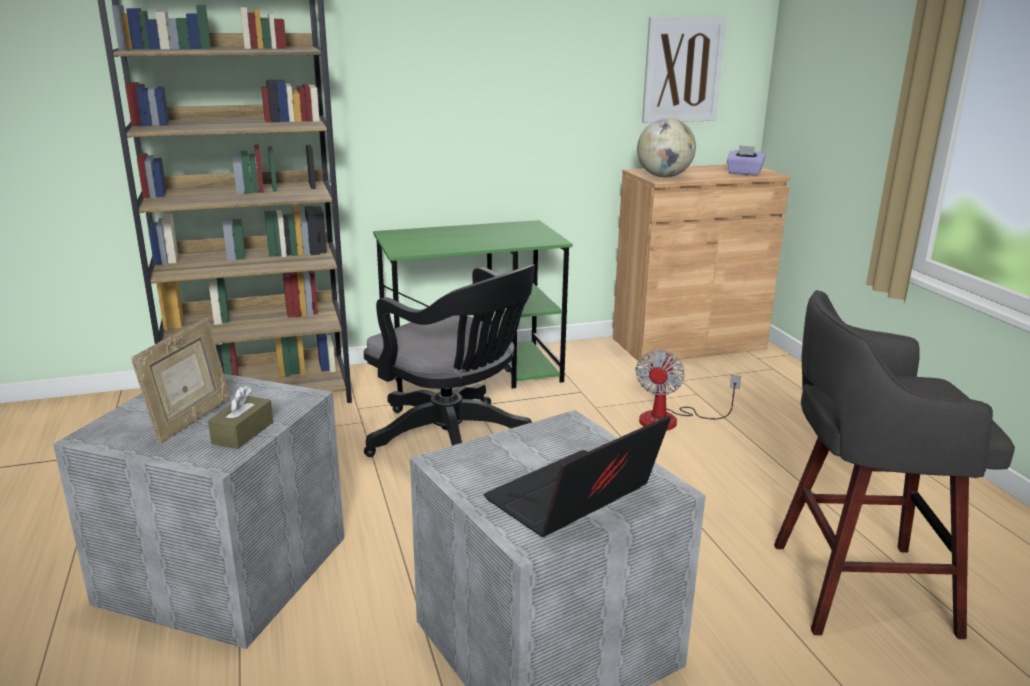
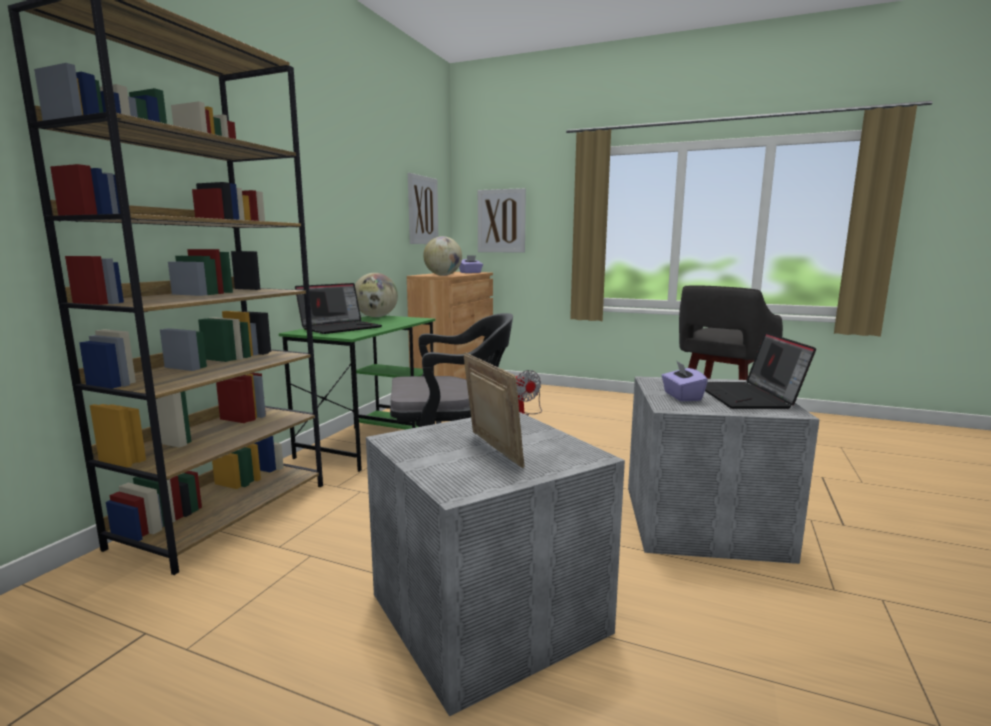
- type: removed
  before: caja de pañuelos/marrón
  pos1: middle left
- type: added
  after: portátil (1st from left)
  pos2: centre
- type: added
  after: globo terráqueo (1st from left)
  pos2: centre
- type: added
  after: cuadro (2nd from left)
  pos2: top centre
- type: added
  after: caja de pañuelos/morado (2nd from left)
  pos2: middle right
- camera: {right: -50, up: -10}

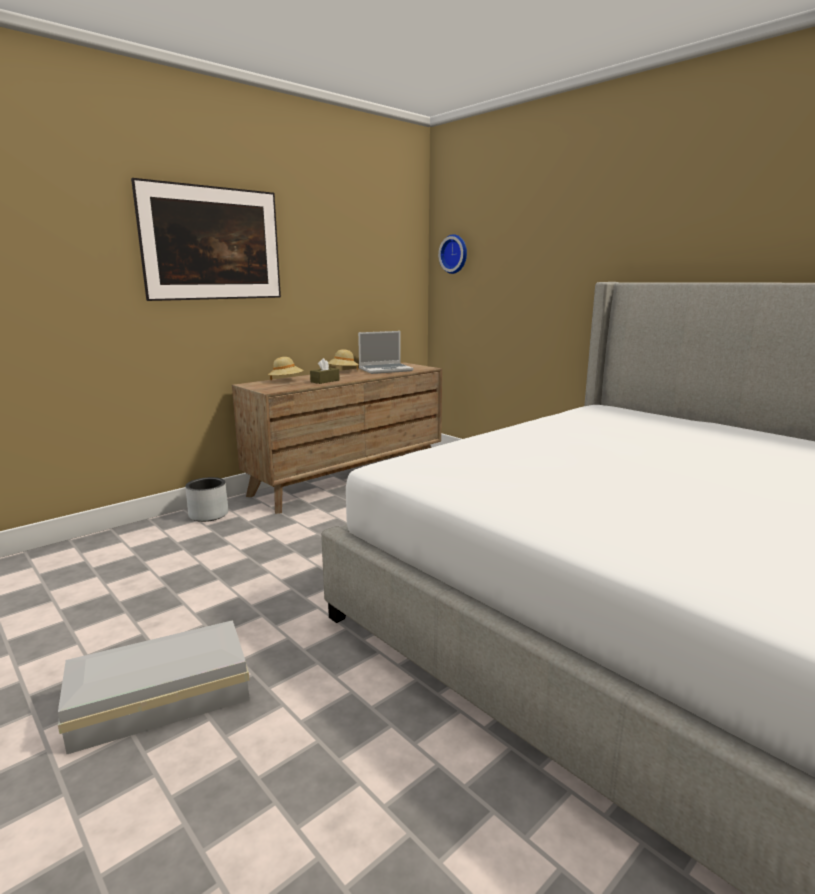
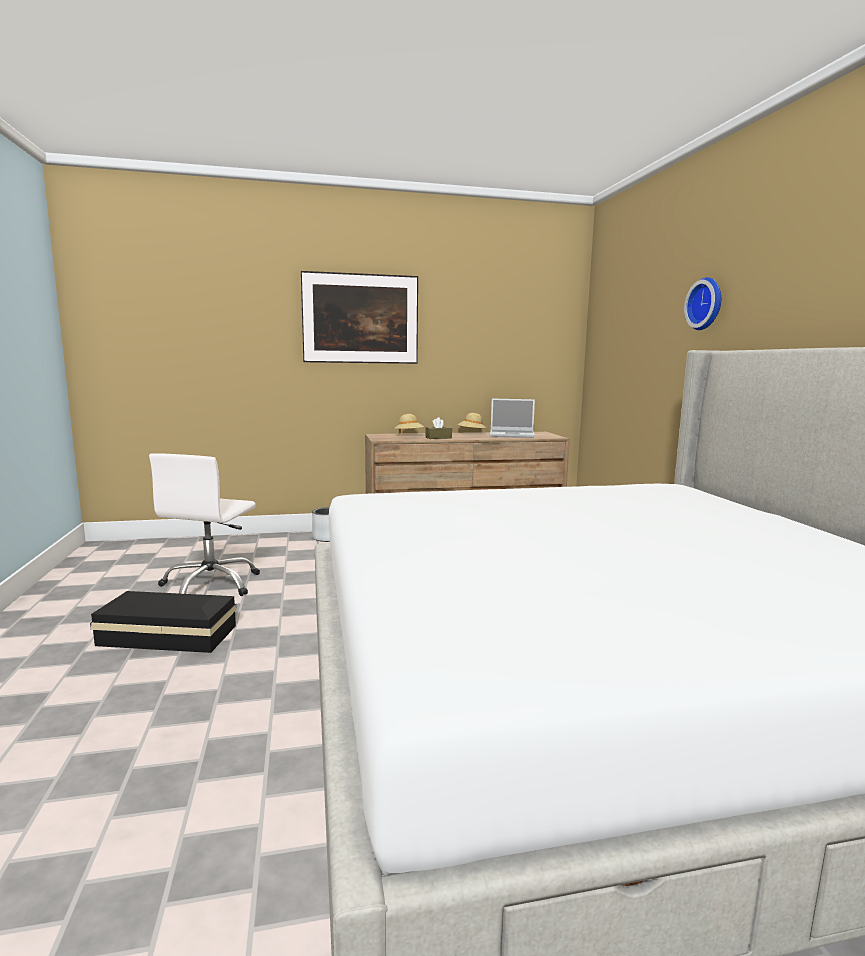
- type: recoloured
  before: caja de almacenaje/blanco
  after: caja de almacenaje/negro
  pos1: bottom left
  pos2: middle left
- type: moved
  before: reloj de pared
  pos1: top centre
  pos2: top right
- type: added
  after: silla de oficina/blanco
  pos2: middle left
- camera: {right: 30, up: -5}

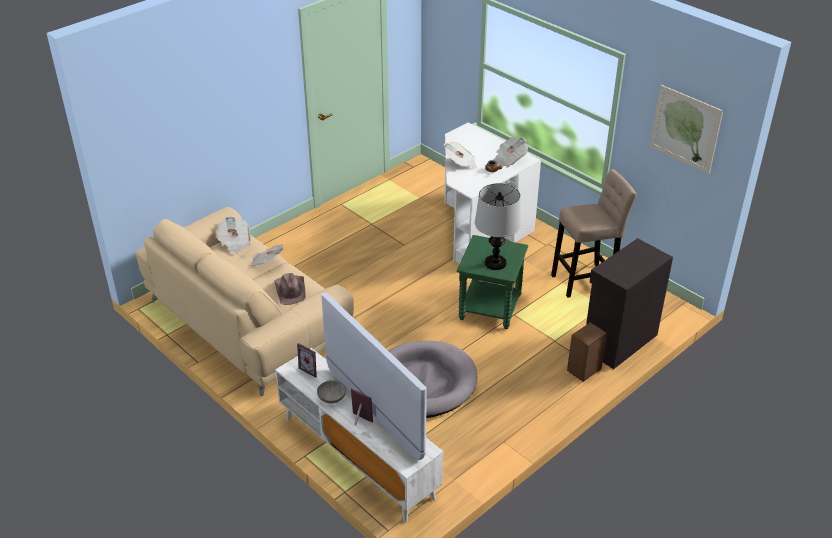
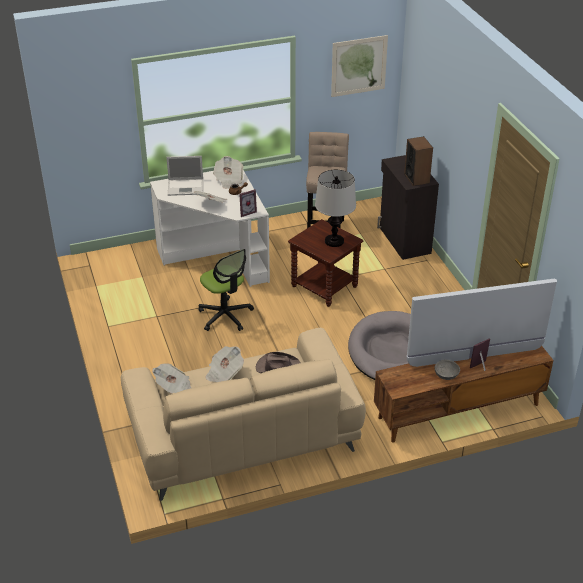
- type: recoloured
  before: mueble de televisión/blanco
  after: mueble de televisión/marrón
  pos1: bottom centre
  pos2: bottom right
- type: moved
  before: portarretratos (1st from left)
  pos1: bottom centre
  pos2: centre
- type: recoloured
  before: mesa auxiliar/verde
  after: mesa auxiliar/marrón
  pos1: centre
  pos2: centre
- type: moved
  before: altavoz
  pos1: middle right
  pos2: top right
- type: added
  after: portátil
  pos2: top left
- type: added
  after: silla de oficina
  pos2: centre
- camera: {right: -65, up: 0}

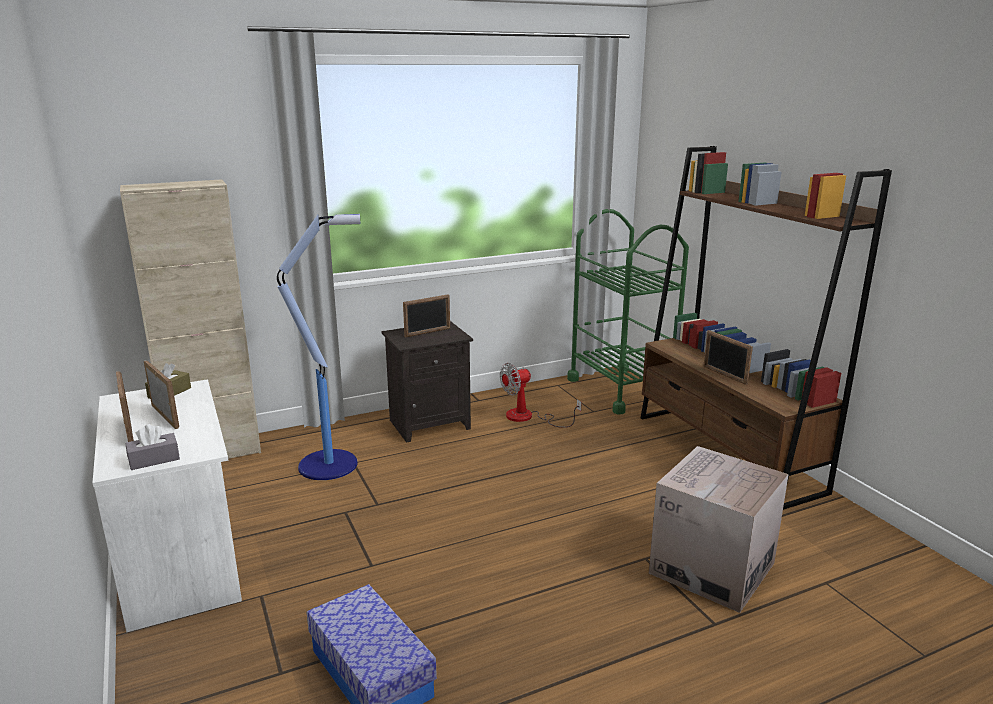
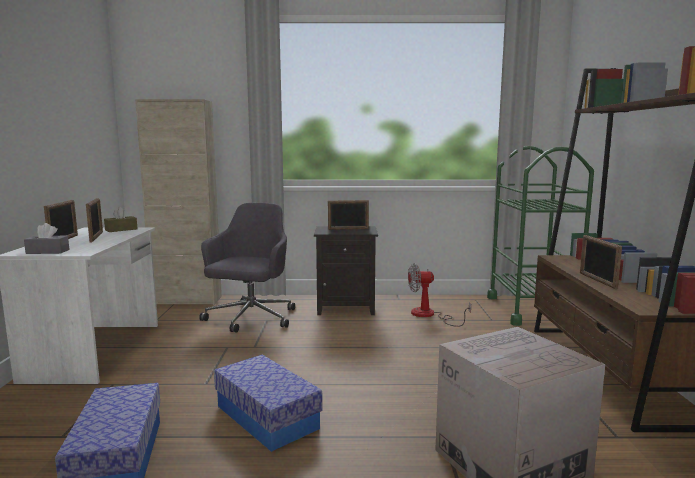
- type: replaced
  before: lámpara de pie
  after: silla de oficina/gris
  pos1: middle left
  pos2: centre
- type: added
  after: caja de almacenaje (2nd from left)
  pos2: bottom centre
- camera: {right: 25, up: -10}

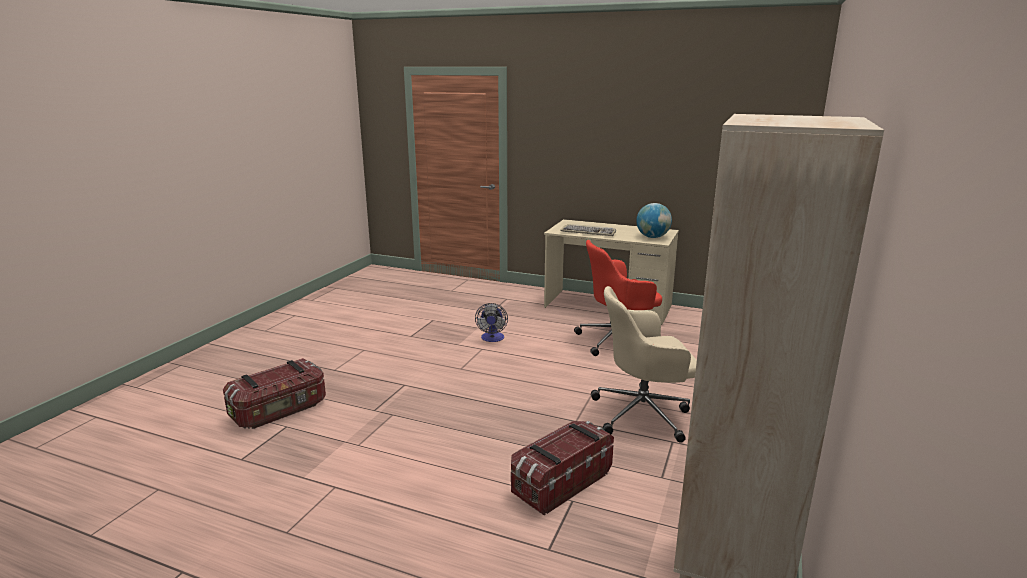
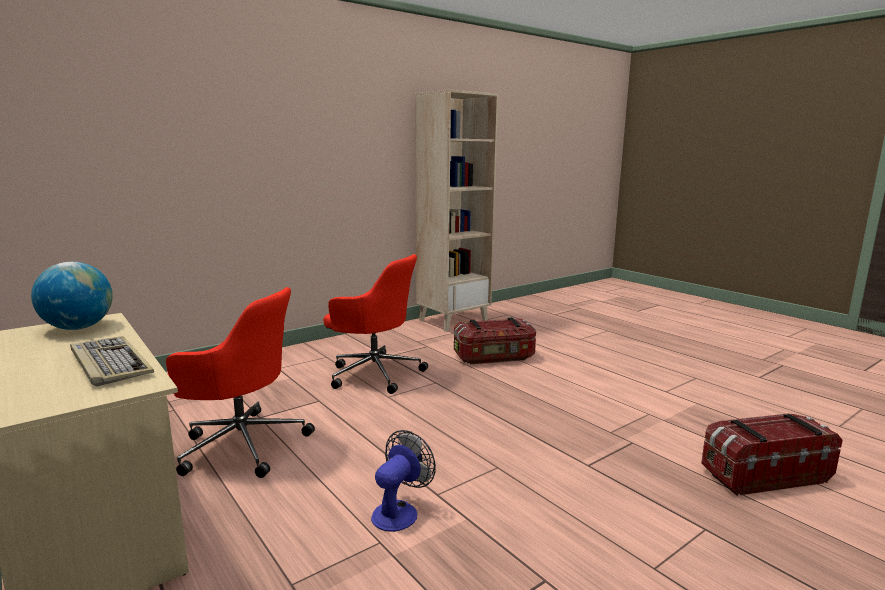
- type: recoloured
  before: silla de oficina/beis
  after: silla de oficina/rojo (2nd from left)
  pos1: centre
  pos2: centre
- camera: {right: -150, up: -5}

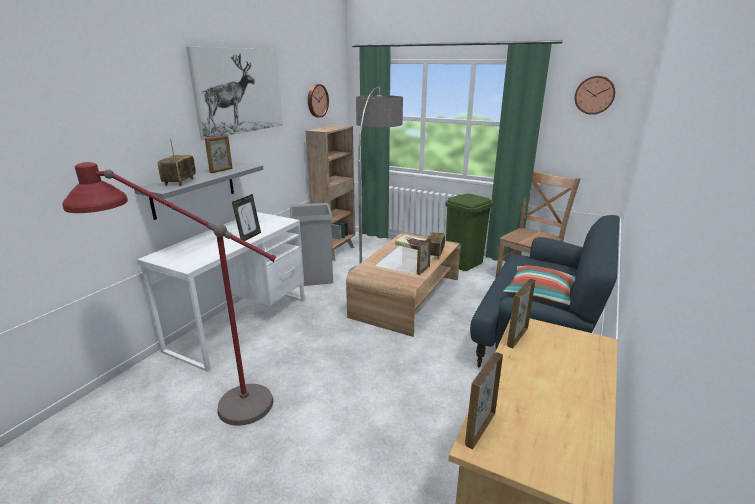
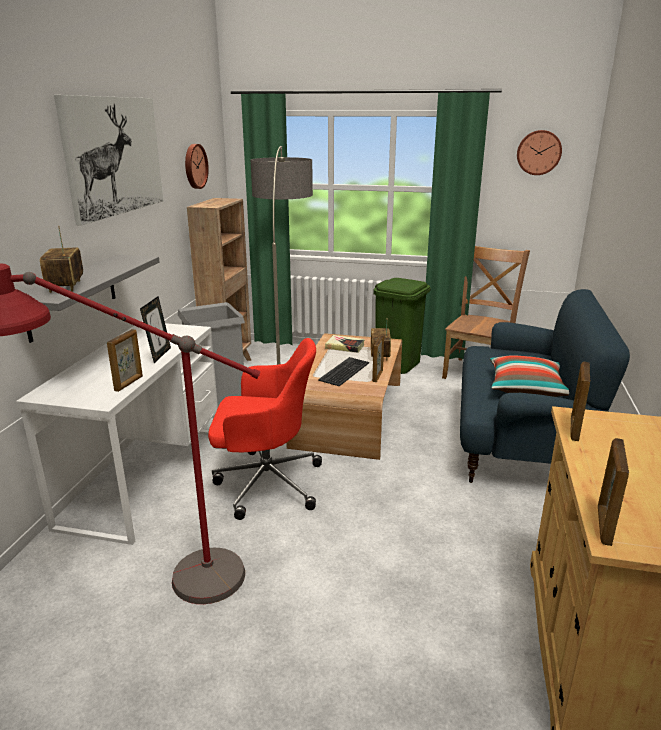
- type: moved
  before: portarretratos (1st from left)
  pos1: top left
  pos2: middle left
- type: added
  after: silla de oficina/rojo
  pos2: centre
- type: added
  after: teclado
  pos2: centre
- camera: {right: -15, up: 0}

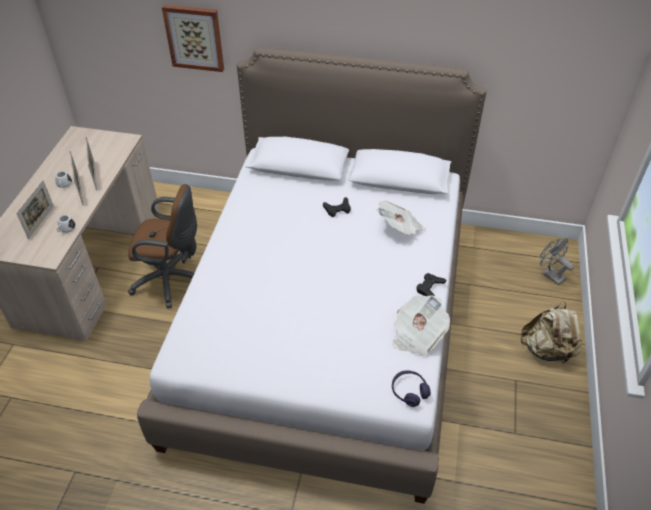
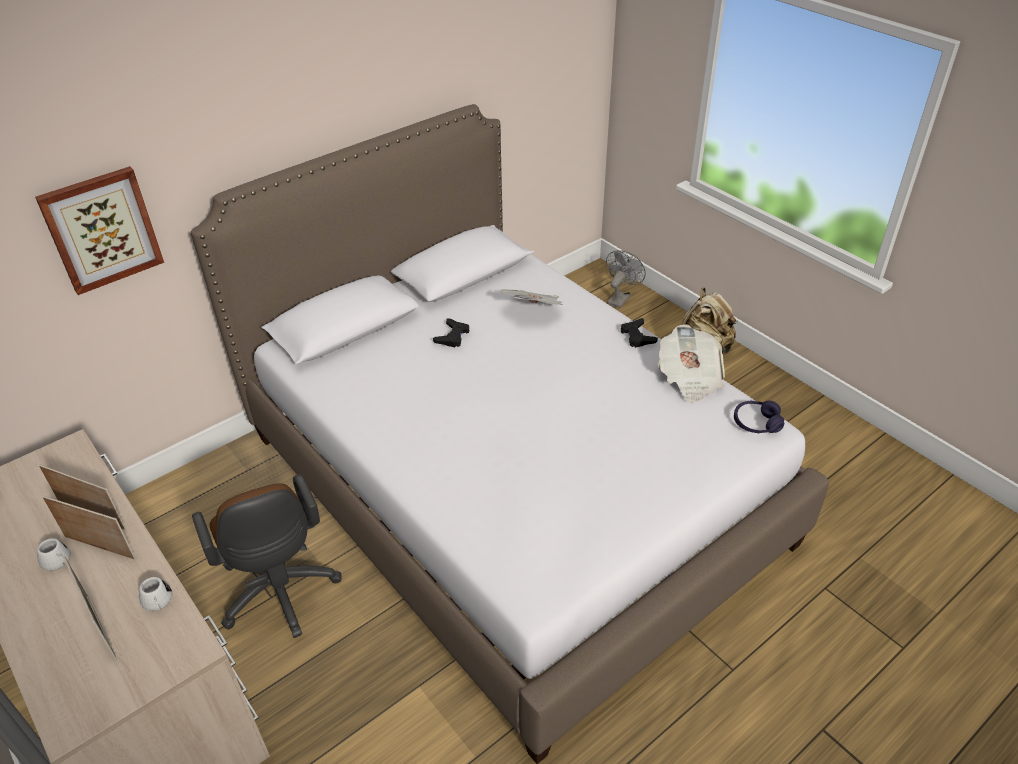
- type: turned
  before: silla de oficina/marrón
  pos1: middle left
  pos2: bottom left
  turn: 105
- type: turned
  before: ventilador/gris
  pos1: middle right
  pos2: centre
  turn: 120
- camera: {right: -50, up: -5}

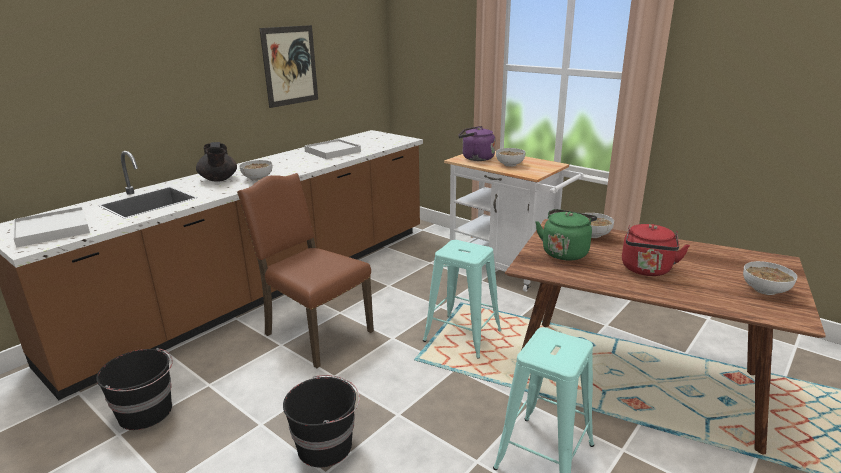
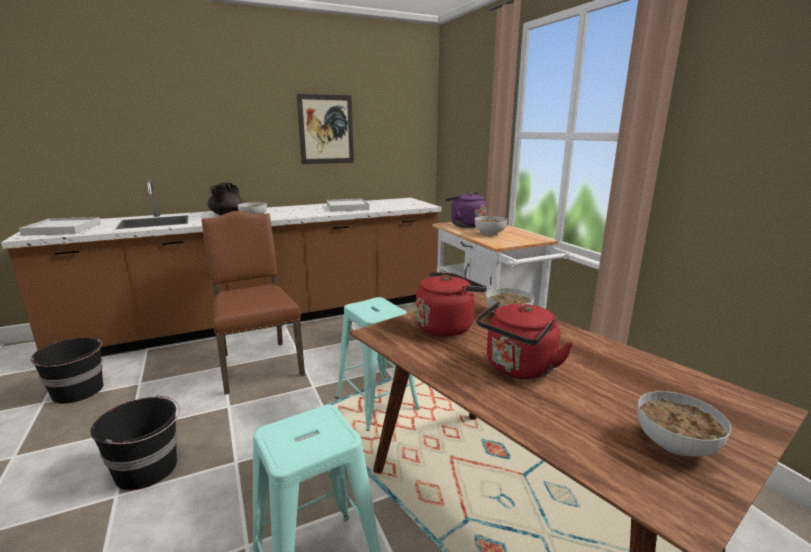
- type: recoloured
  before: hervidor/verde
  after: hervidor/rojo (1st from left)
  pos1: middle right
  pos2: centre
- camera: {right: 25, up: -5}

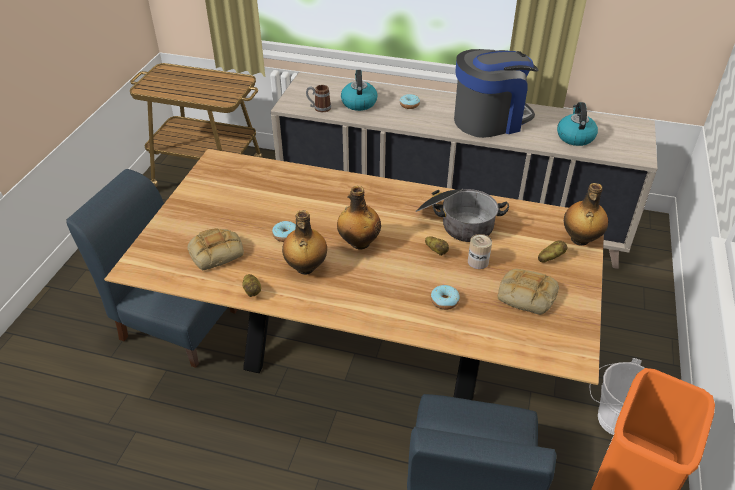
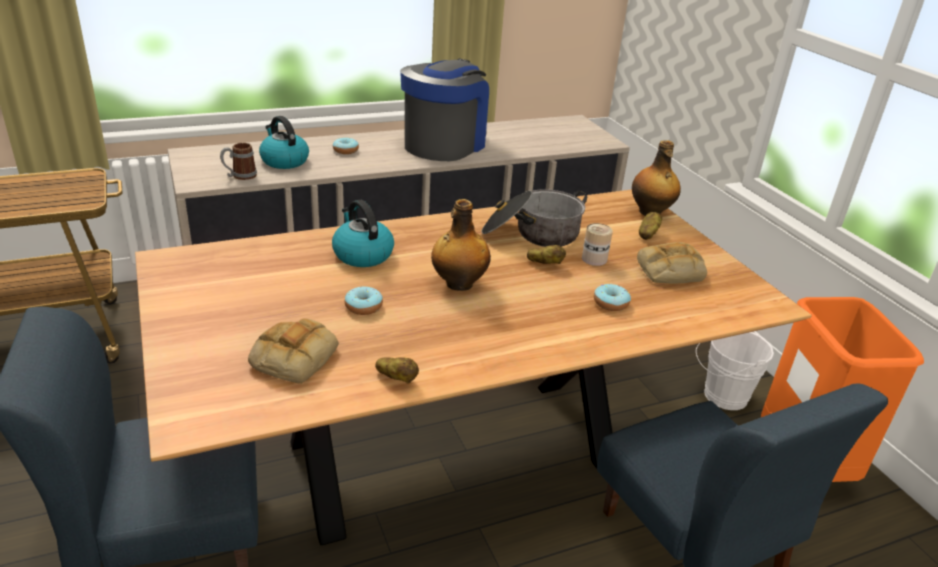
- type: removed
  before: botella (1st from left)
  pos1: centre
- type: moved
  before: hervidor (2nd from left)
  pos1: top right
  pos2: centre
- camera: {right: -40, up: -10}

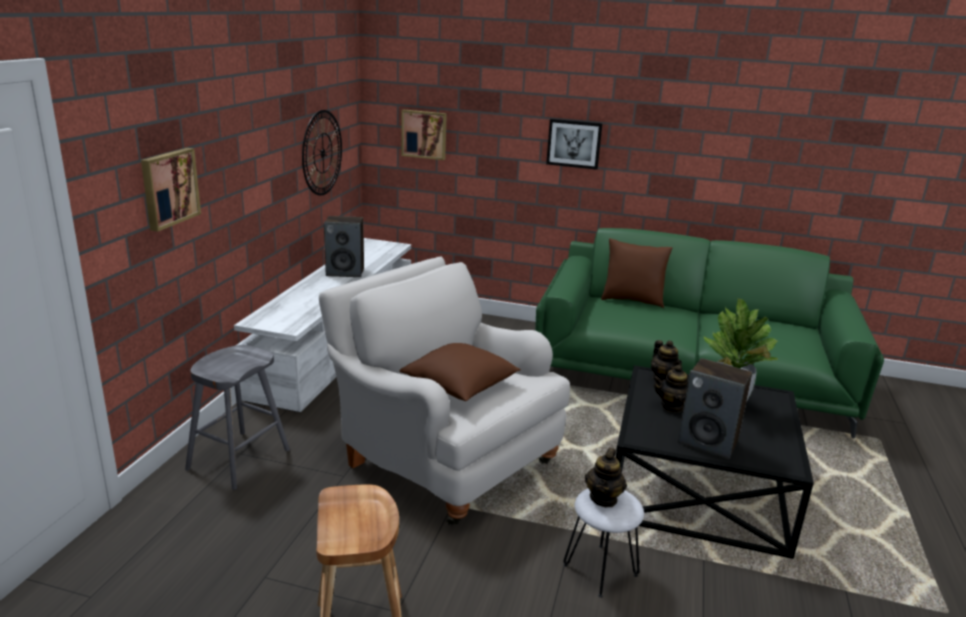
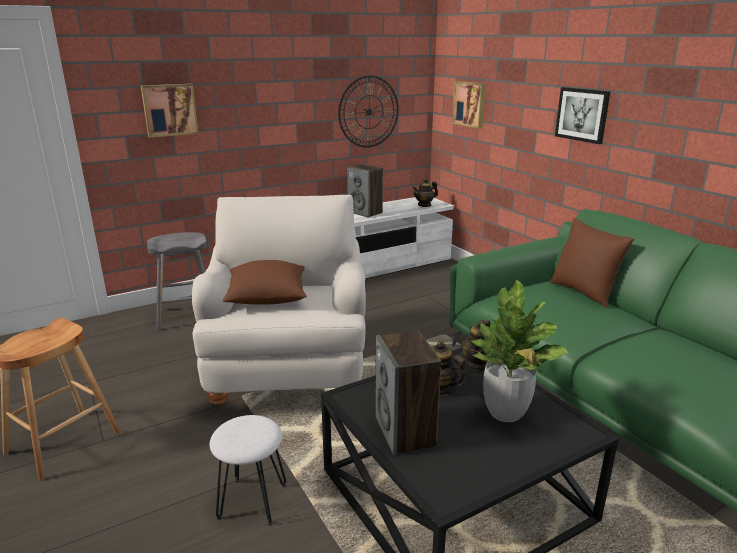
- type: moved
  before: tetera (1st from left)
  pos1: bottom centre
  pos2: centre
- camera: {right: 45, up: 0}

